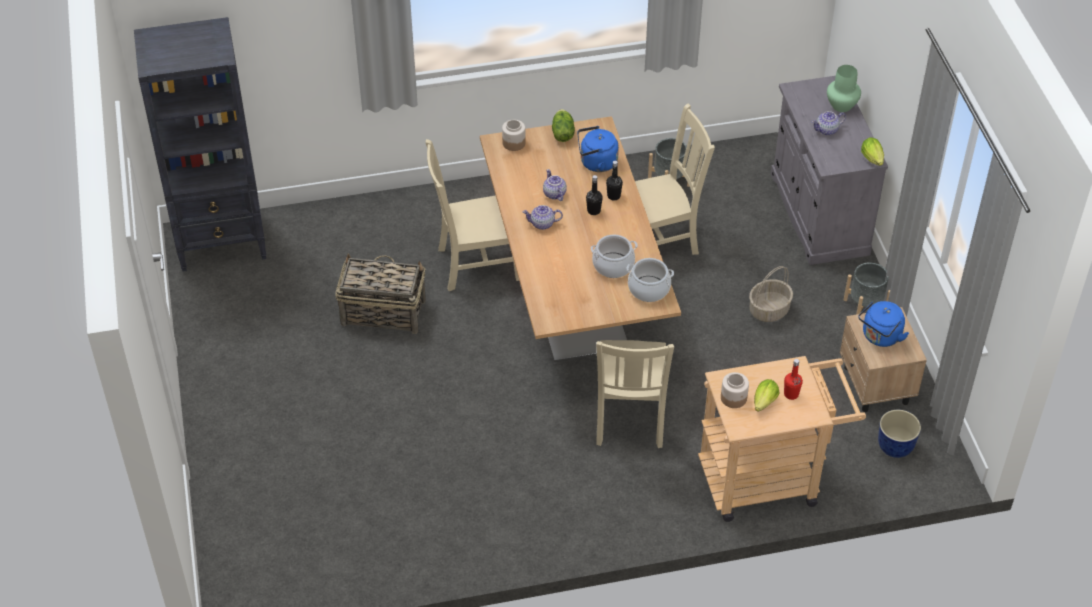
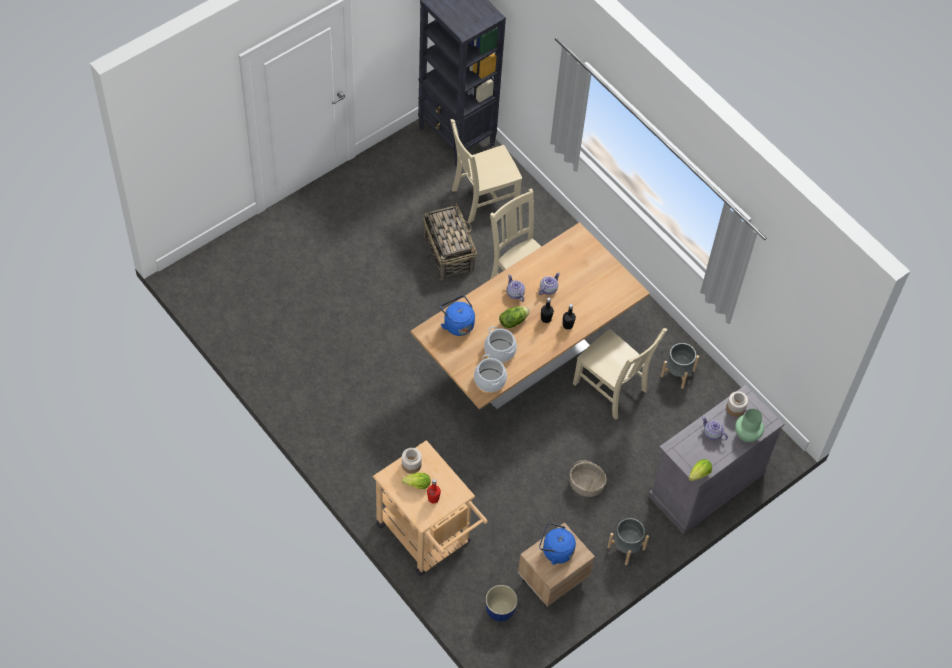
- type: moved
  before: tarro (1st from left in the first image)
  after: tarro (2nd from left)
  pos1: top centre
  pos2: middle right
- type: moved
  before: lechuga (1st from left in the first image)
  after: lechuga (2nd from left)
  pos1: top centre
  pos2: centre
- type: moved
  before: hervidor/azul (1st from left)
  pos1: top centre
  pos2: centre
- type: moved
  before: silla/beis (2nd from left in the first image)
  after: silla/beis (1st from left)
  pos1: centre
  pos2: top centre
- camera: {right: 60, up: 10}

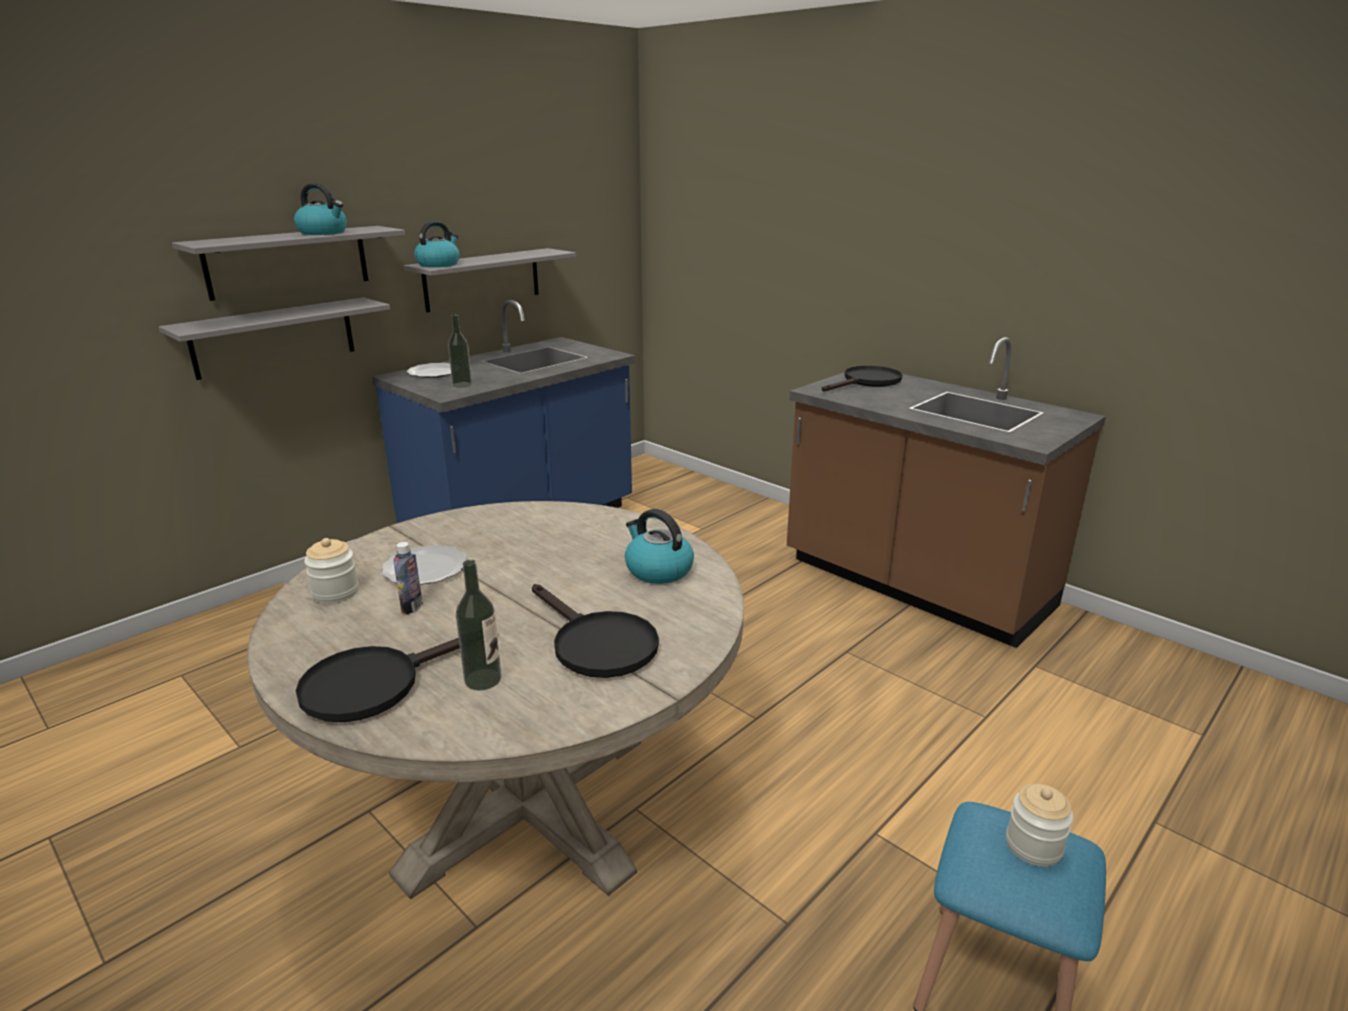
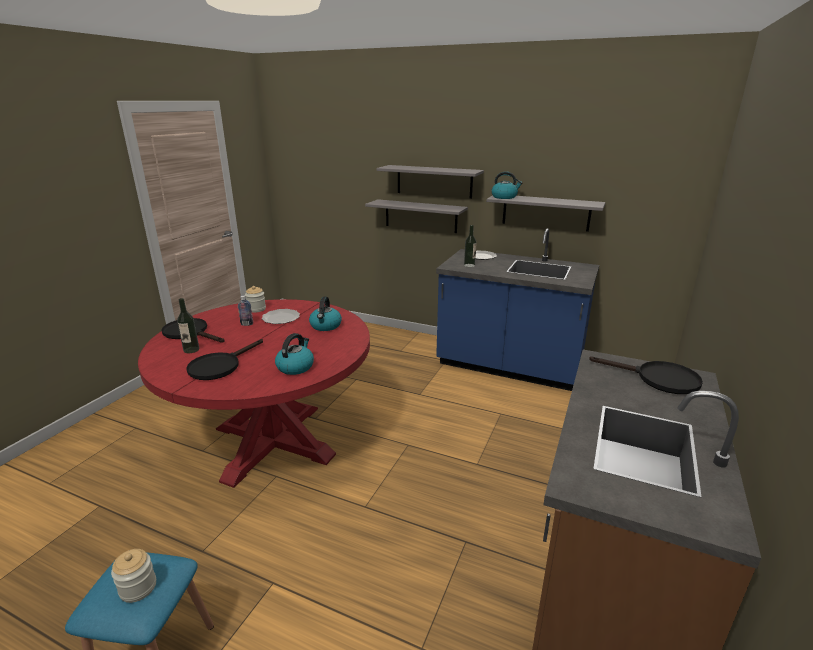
- type: recoloured
  before: mesa de comedor/beis
  after: mesa de comedor/rojo
  pos1: bottom centre
  pos2: middle left
- type: moved
  before: hervidor (1st from left in the first image)
  after: hervidor (2nd from left)
  pos1: top left
  pos2: centre
- camera: {right: 70, up: 0}

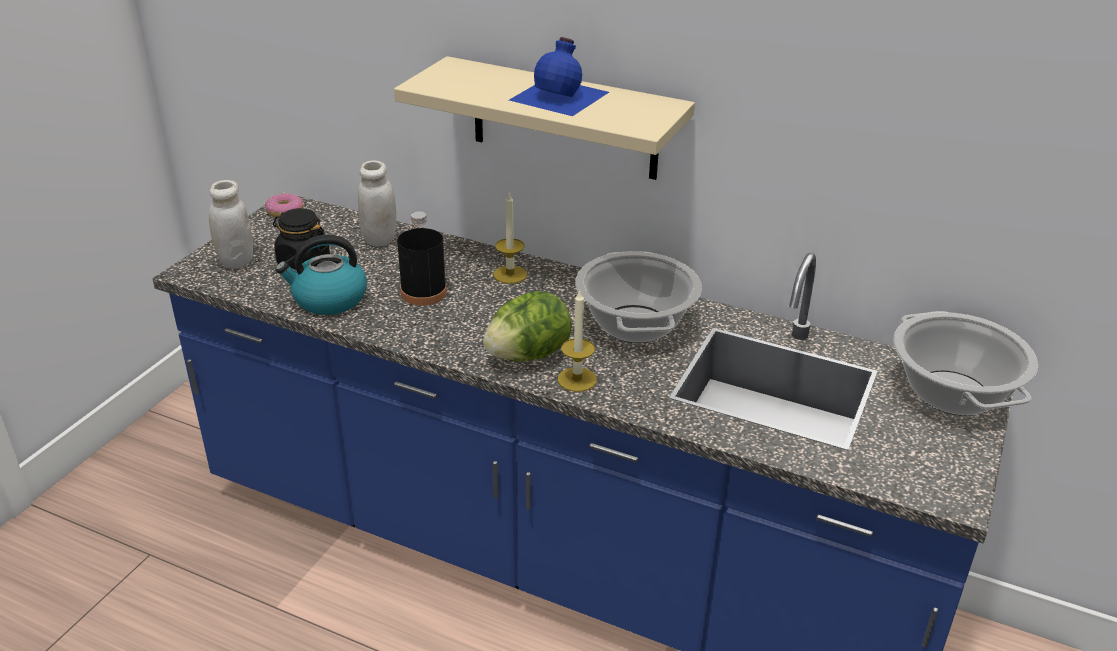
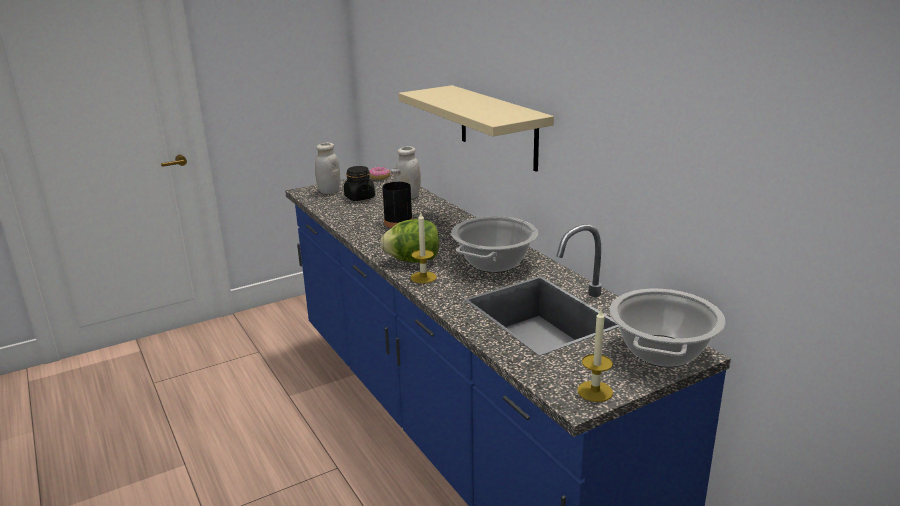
- type: removed
  before: hervidor
  pos1: middle left
- type: moved
  before: vela (1st from left in the first image)
  after: vela (2nd from left)
  pos1: centre
  pos2: bottom centre
- type: removed
  before: botella/azul
  pos1: top centre
- camera: {right: 35, up: -10}

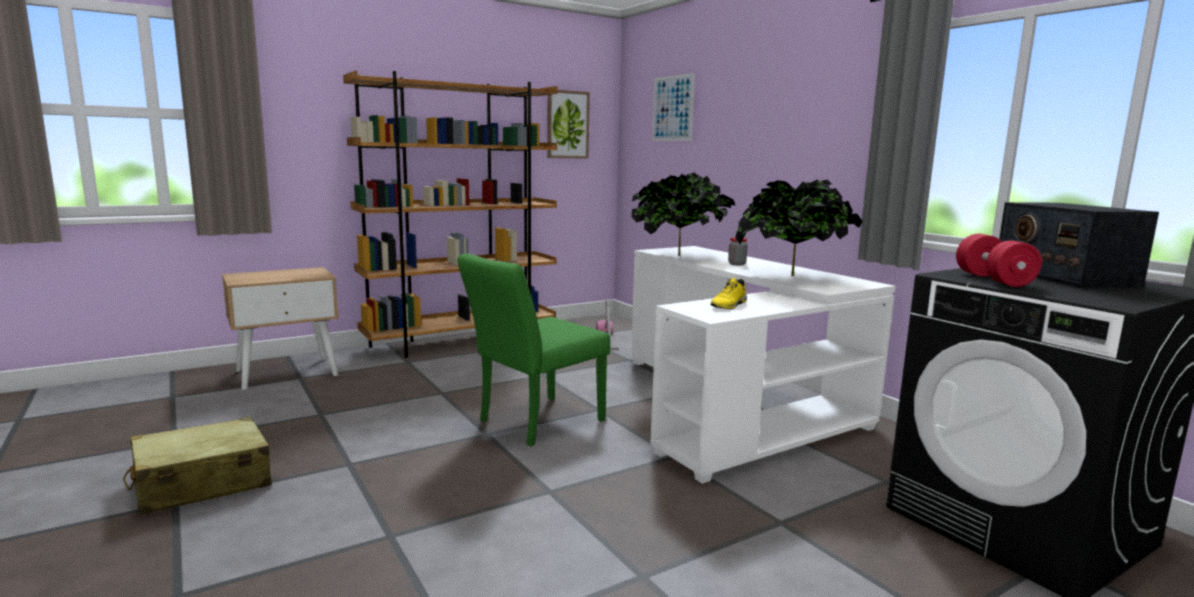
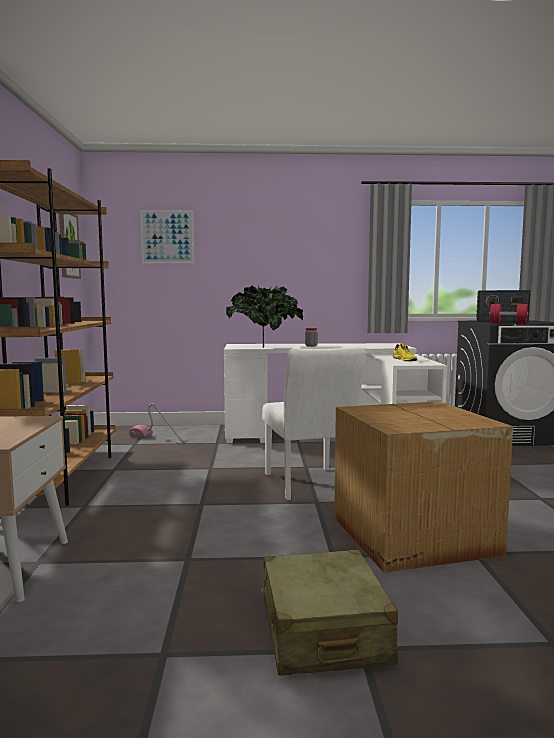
- type: recoloured
  before: silla/verde
  after: silla/blanco
  pos1: centre
  pos2: centre
- type: removed
  before: planta en maceta (2nd from left)
  pos1: middle right
- type: added
  after: caja de cartón
  pos2: middle right
- camera: {right: -60, up: -5}

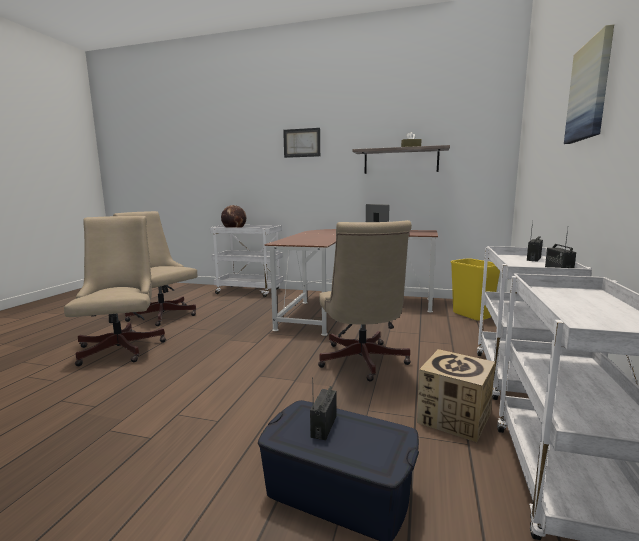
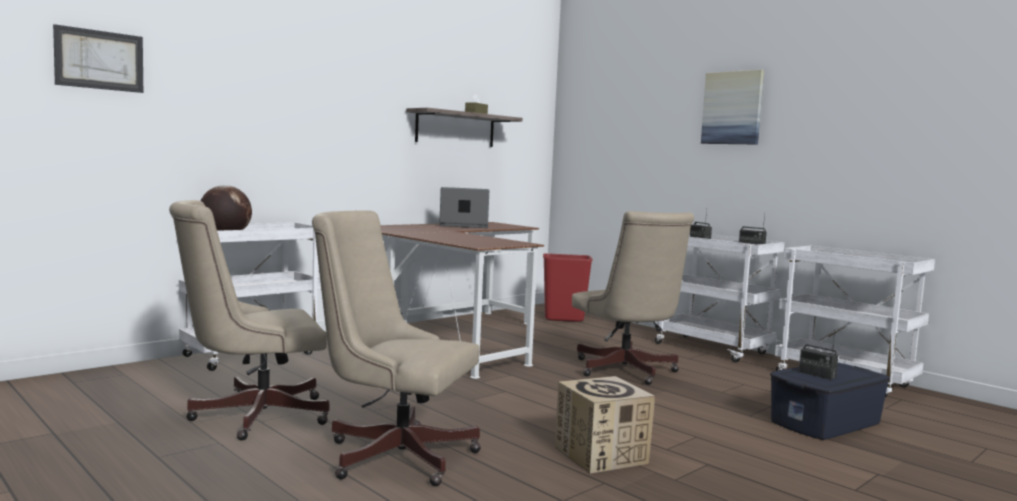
- type: moved
  before: cuadro (1st from left)
  pos1: top centre
  pos2: top left
- type: turned
  before: silla de oficina/beis (3rd from left)
  pos1: centre
  pos2: centre
  turn: 45
- type: moved
  before: caja de cartón
  pos1: bottom right
  pos2: bottom centre
- type: recoloured
  before: papelera/amarillo
  after: papelera/rojo
  pos1: middle right
  pos2: centre
- camera: {right: -60, up: -5}

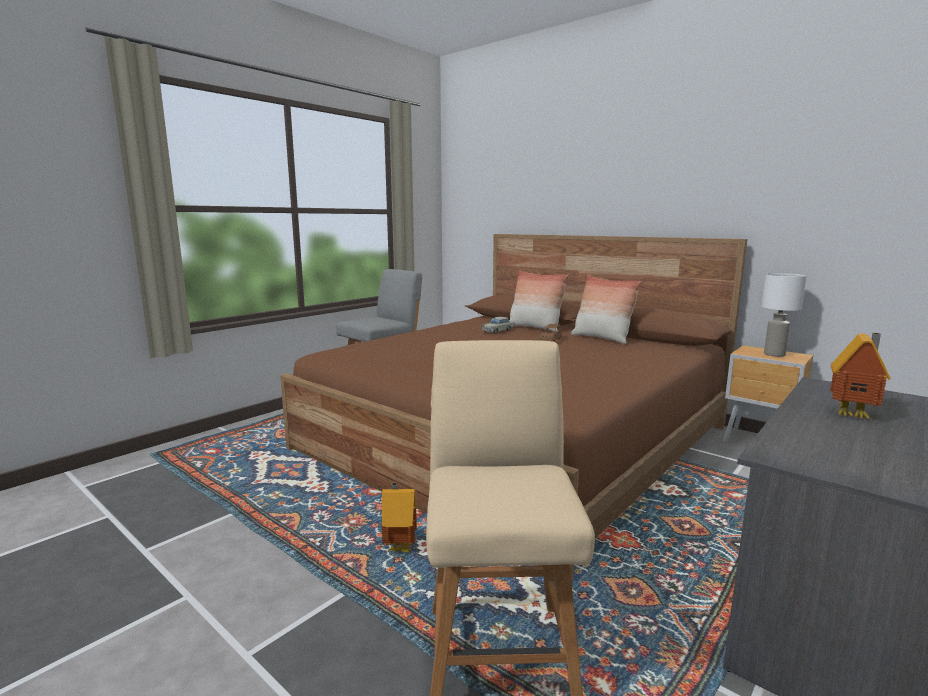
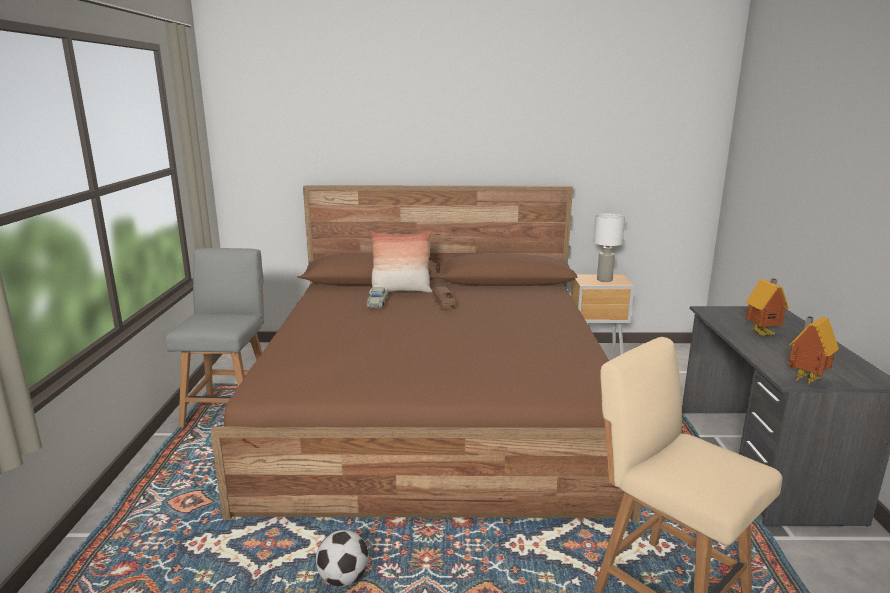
- type: moved
  before: casita (1st from left in the first image)
  after: casita (2nd from left)
  pos1: bottom centre
  pos2: middle right
- type: removed
  before: cojín (2nd from left)
  pos1: centre
- type: added
  after: balón de fútbol
  pos2: bottom centre
- camera: {right: -40, up: 5}

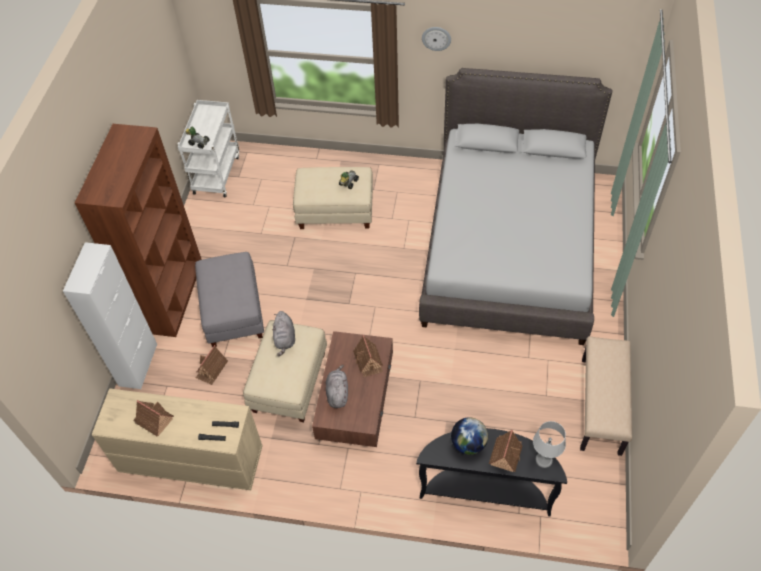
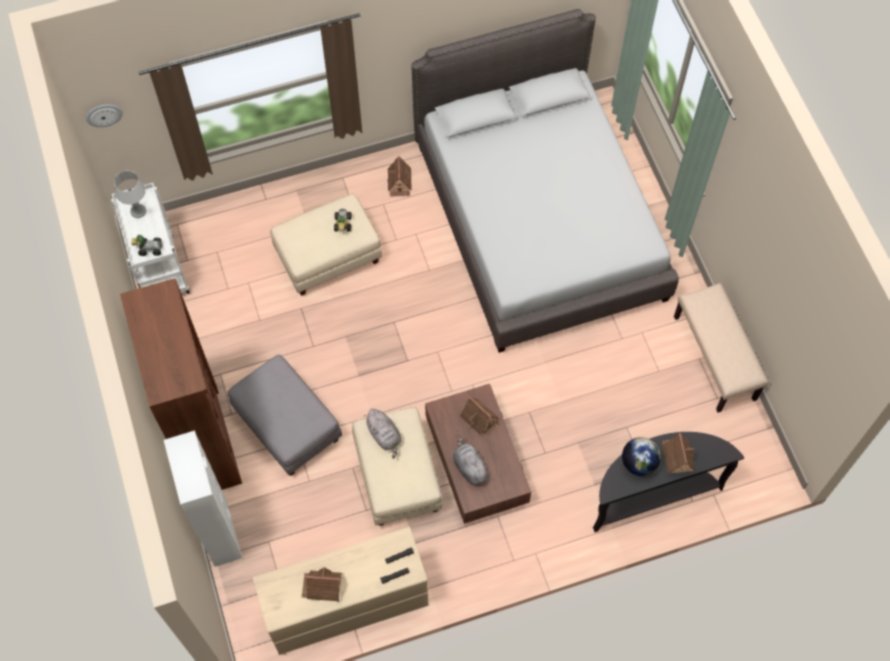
- type: moved
  before: casita (2nd from left)
  pos1: middle left
  pos2: top centre
- type: moved
  before: reloj de pared
  pos1: top centre
  pos2: top left
- type: moved
  before: lámpara de mesa/gris
  pos1: bottom right
  pos2: top left
- camera: {right: -30, up: 10}

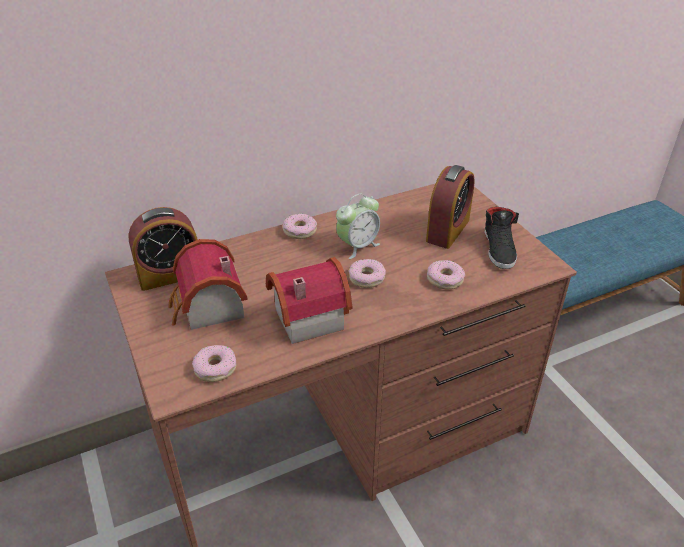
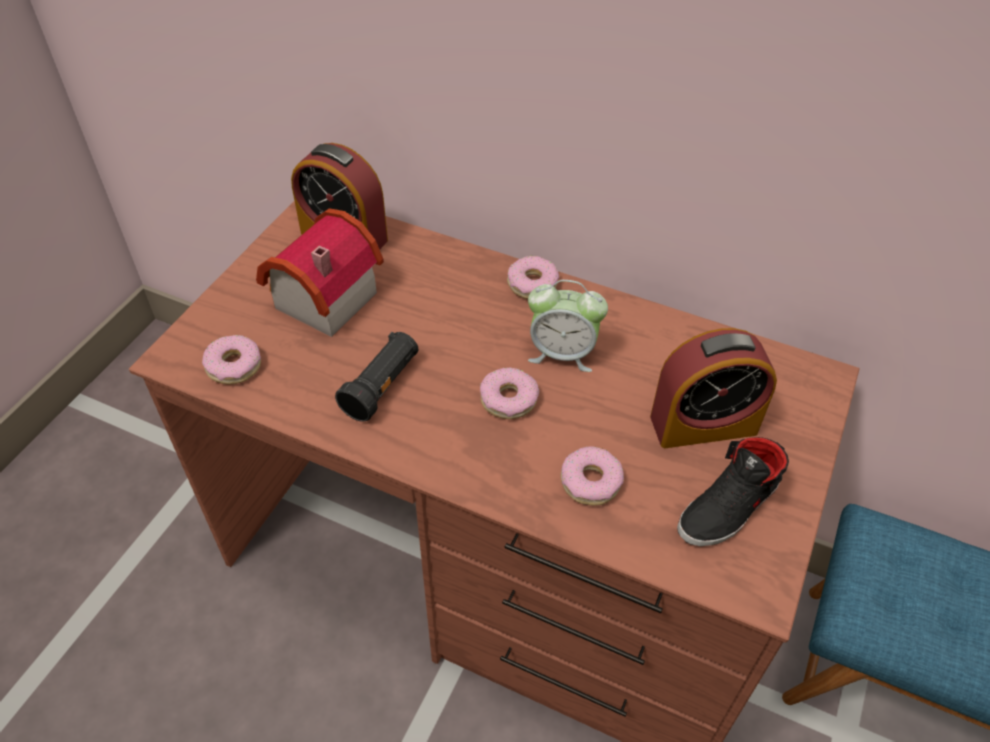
- type: replaced
  before: casita (2nd from left)
  after: linterna/negro
  pos1: centre
  pos2: centre
- camera: {right: 50, up: 10}

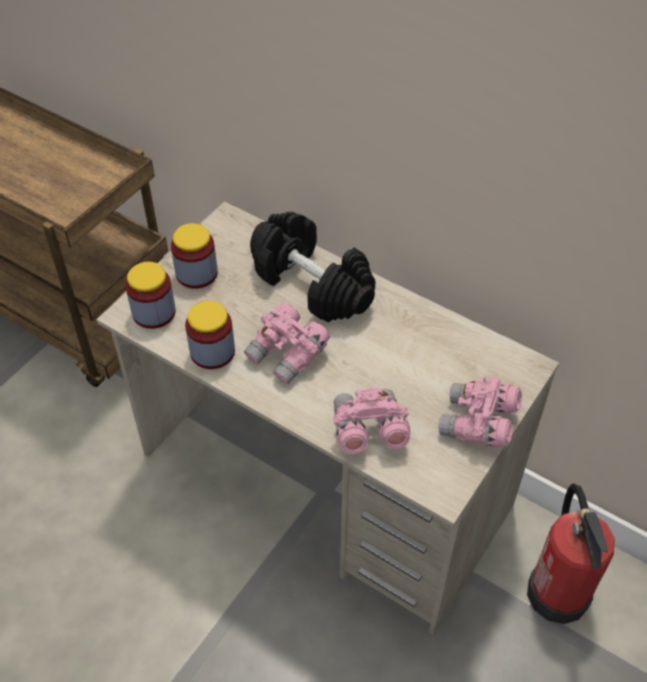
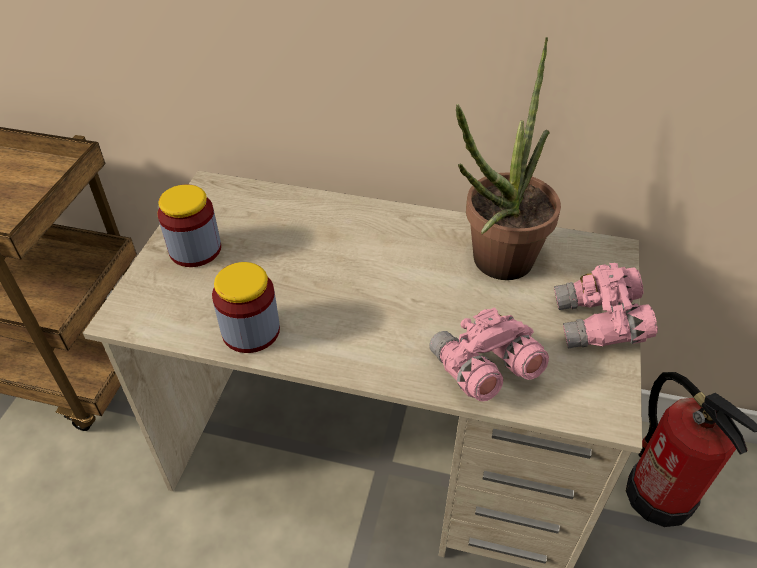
- type: removed
  before: tarro (1st from left)
  pos1: middle left
- type: removed
  before: prismáticos/rosa (1st from left)
  pos1: centre
- type: removed
  before: mancuerna/negro
  pos1: centre
- type: added
  after: planta en maceta
  pos2: top right
- camera: {right: -20, up: -5}

